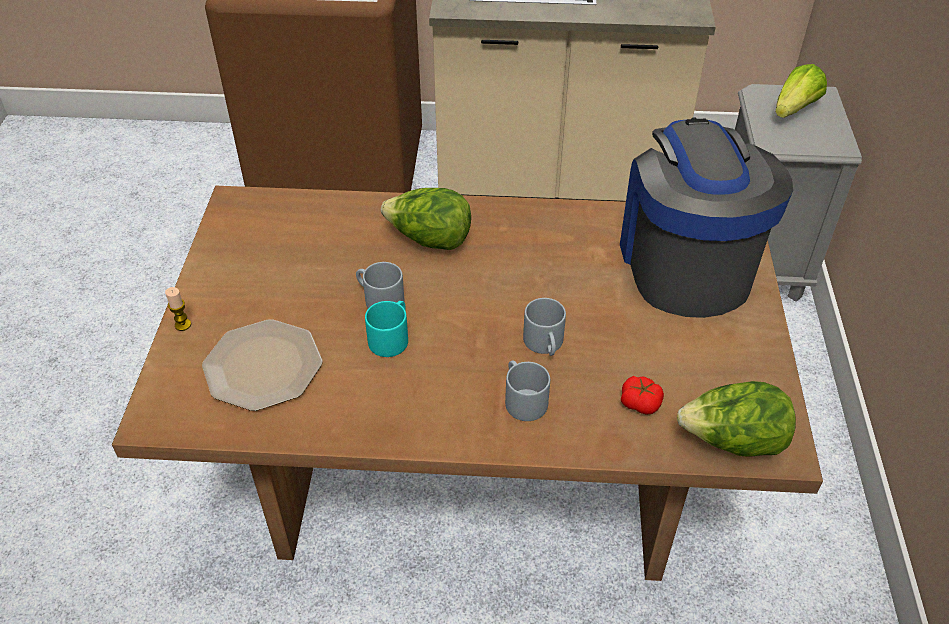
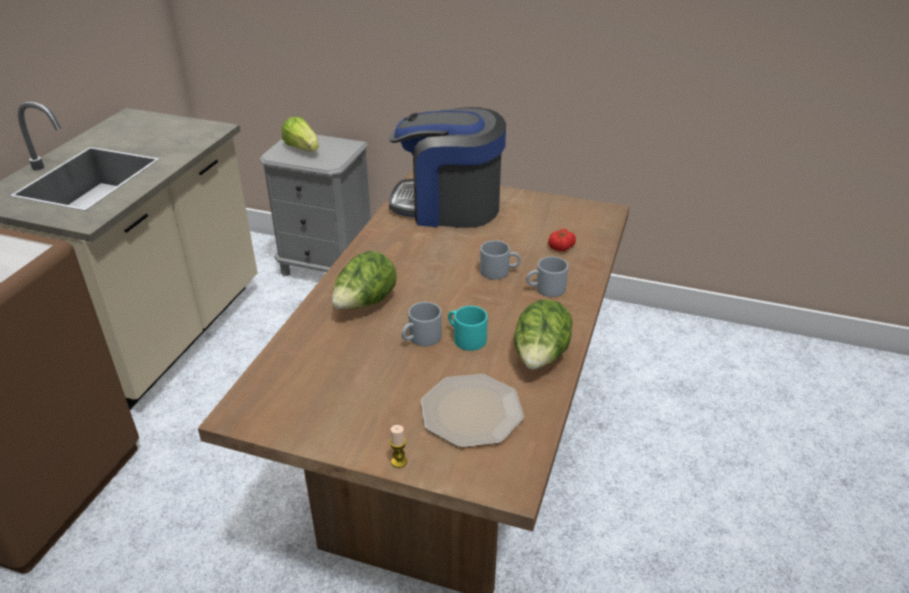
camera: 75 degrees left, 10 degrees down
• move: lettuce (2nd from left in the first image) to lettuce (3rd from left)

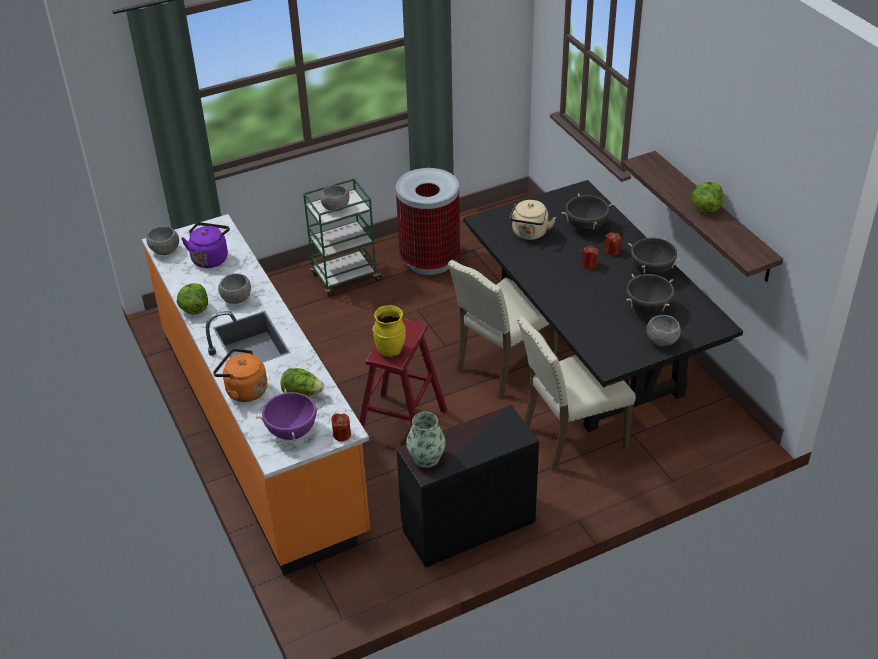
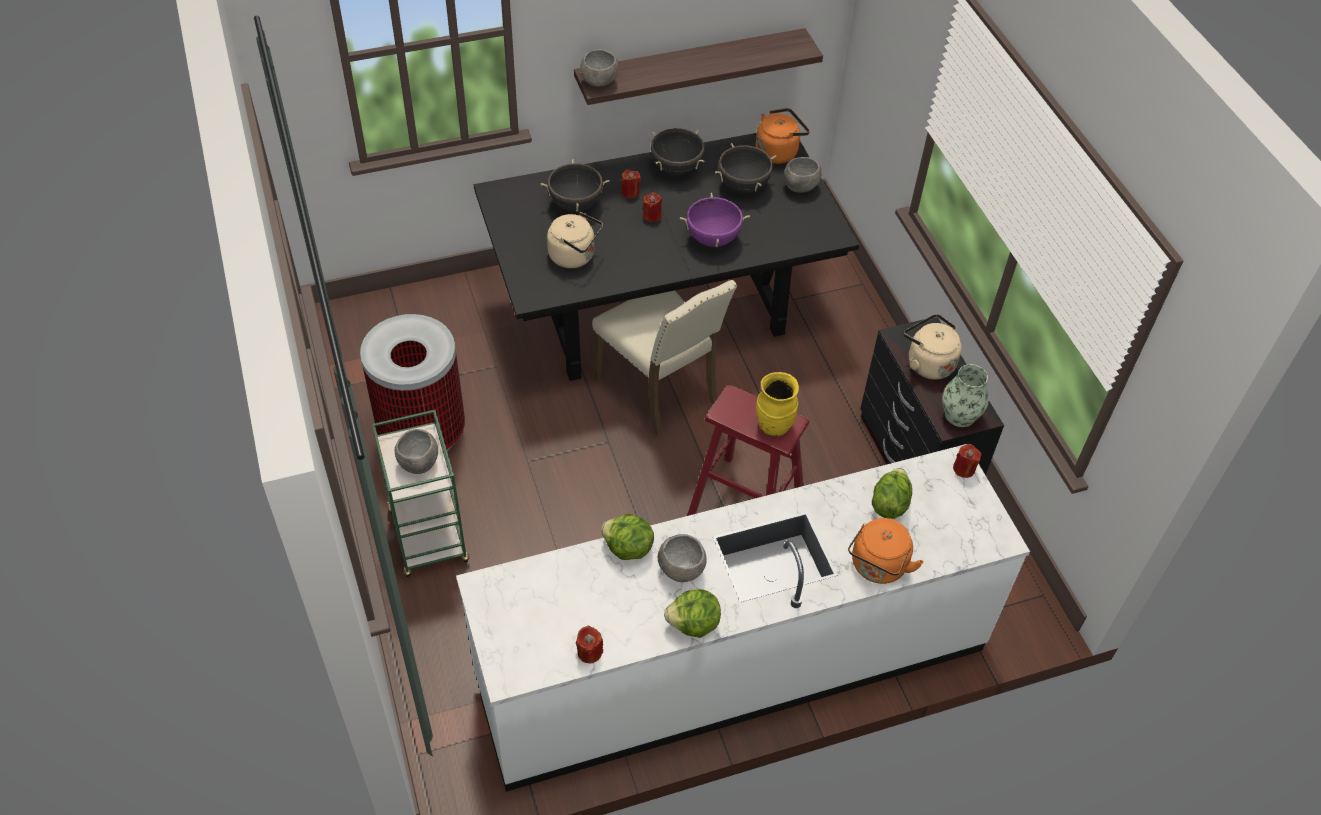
camera: 85 degrees left, 10 degrees up
• delete: purple kettle
• delete: beige chair (2nd from left)
• insert: red candle (1st from left)
• insert: orange kettle (1st from left)
• insert: beige kettle (2nd from left)
• move: grey bowl (1st from left in the first image) to grey bowl (2nd from left)
• move: purple cooking pot
• move: lettuce (3rd from left in the first image) to lettuce (1st from left)
• recolor: orange counter to white counter

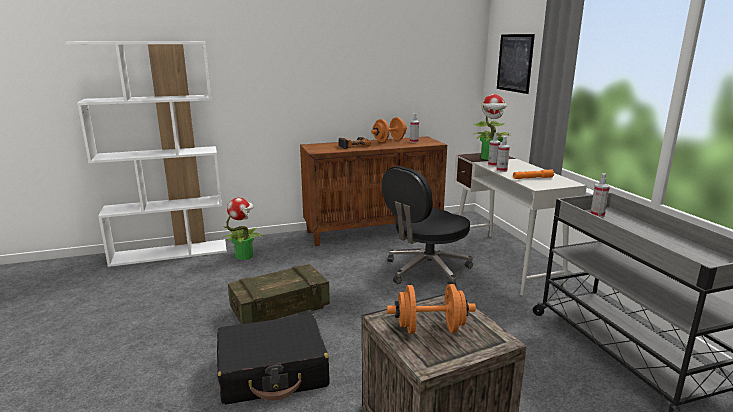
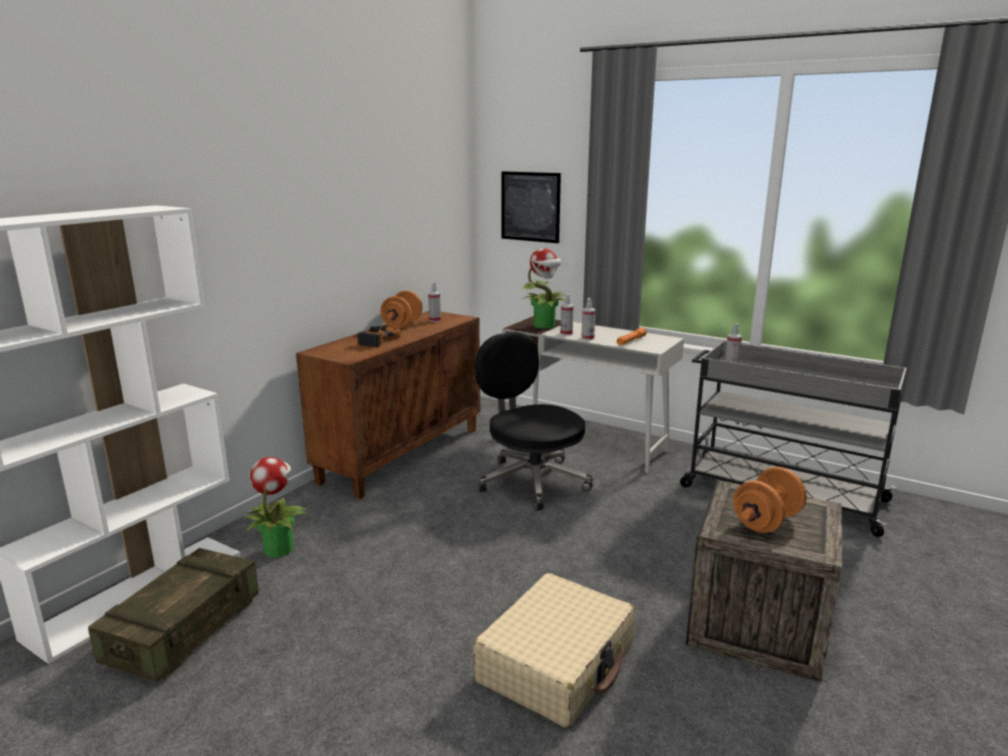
camera: 40 degrees left, 0 degrees up
• move: crate (1st from left)
• recolor: black suitcase to beige suitcase
• rotate: black office chair 135 degrees clockwise

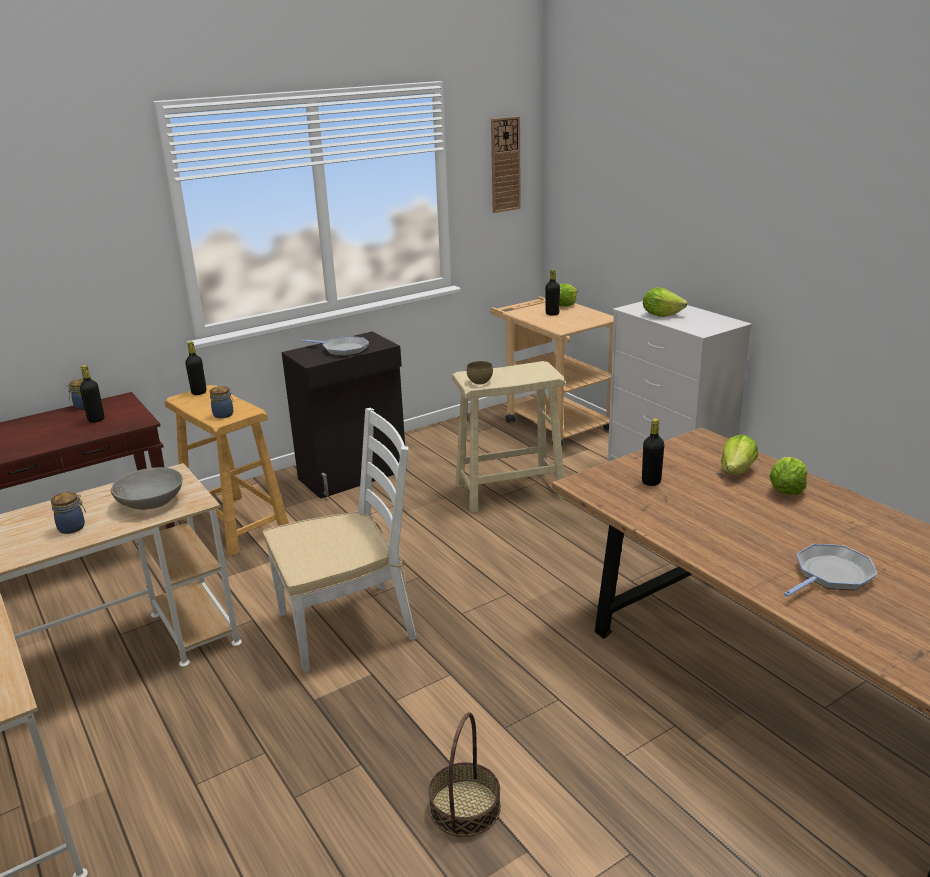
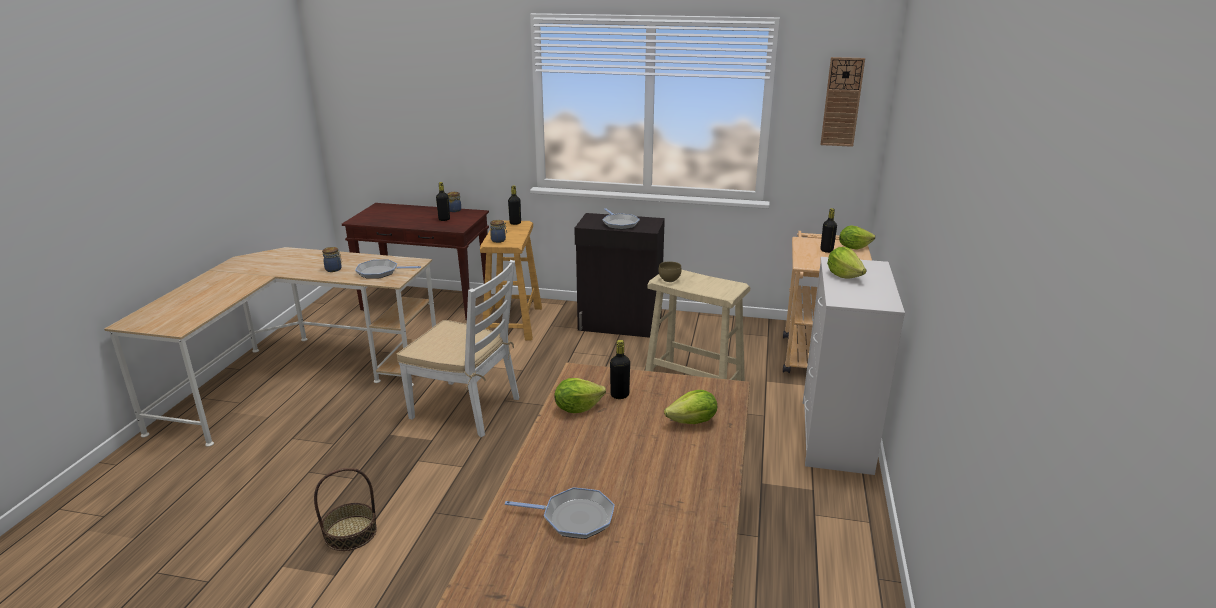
camera: 45 degrees right, 0 degrees up
• move: lettuce (4th from left in the first image) to lettuce (1st from left)
• replace: grey bowl to frying pan (1st from left)

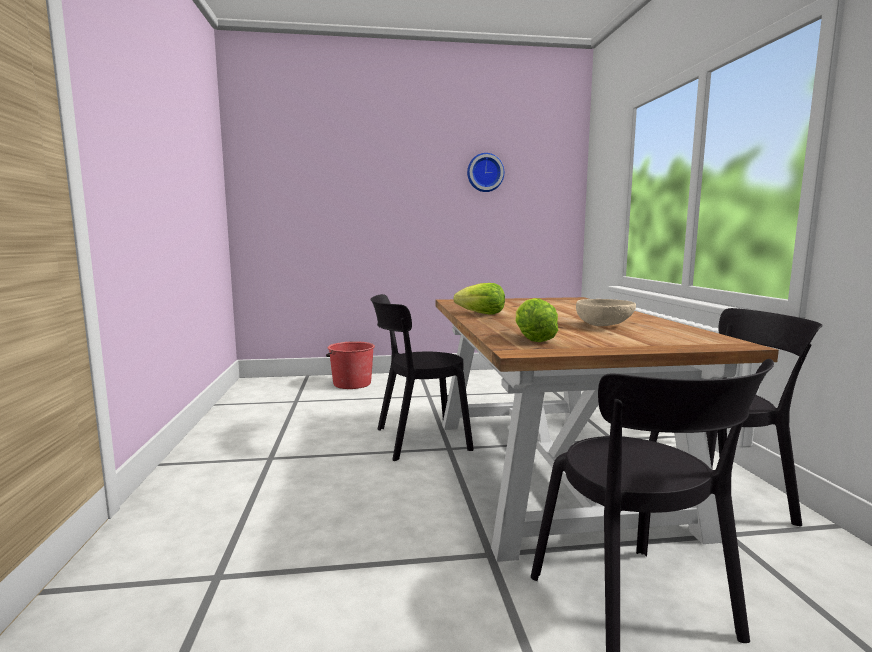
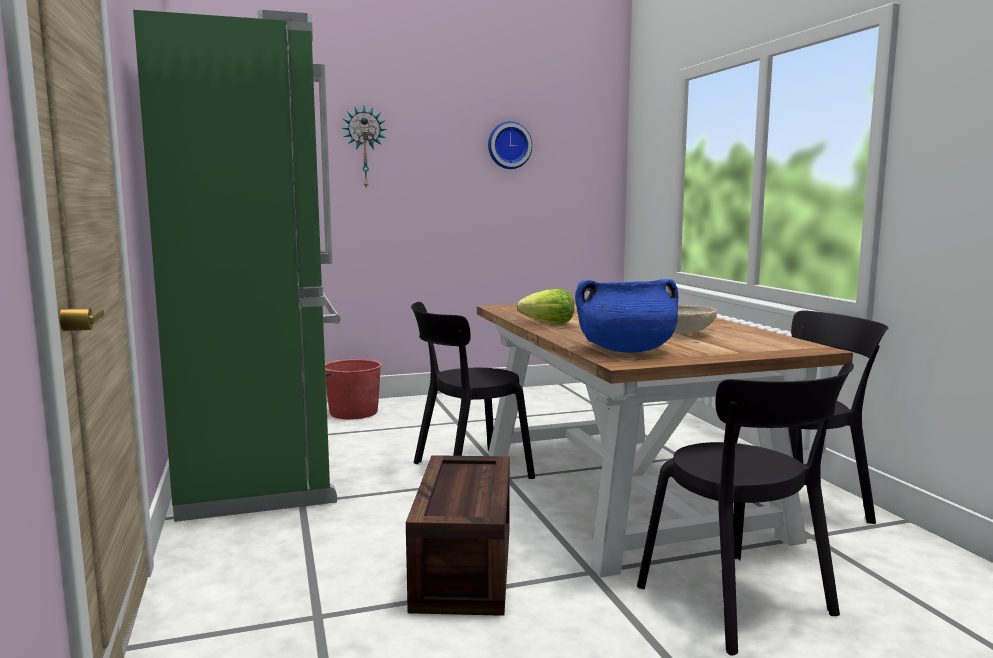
camera: 10 degrees left, 0 degrees up
• insert: green fridge
• insert: wall clock (1st from left)
• insert: crate
• replace: lettuce (2nd from left) to blue cooking pot

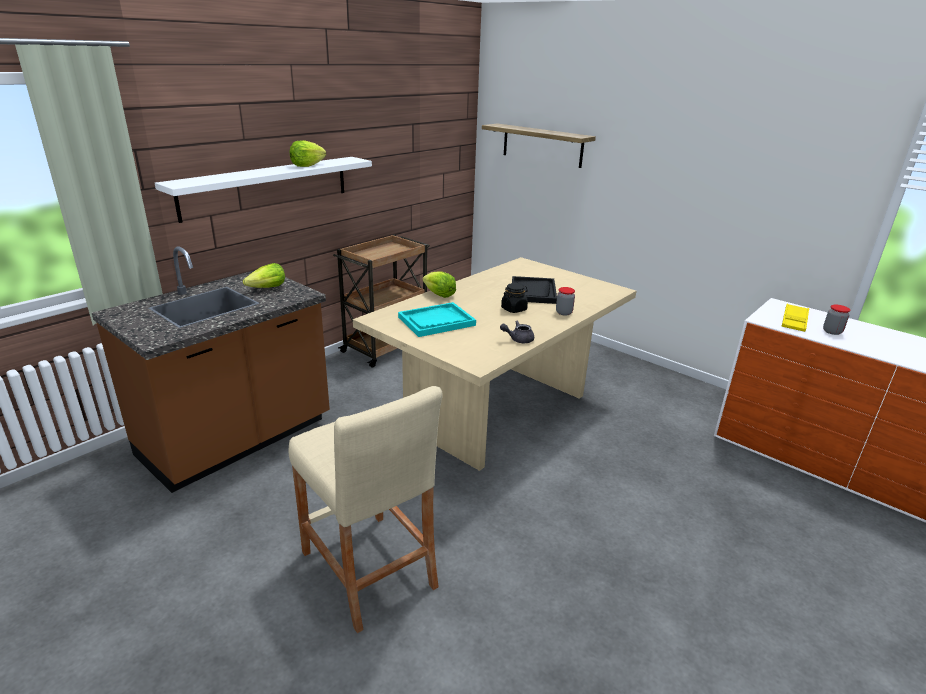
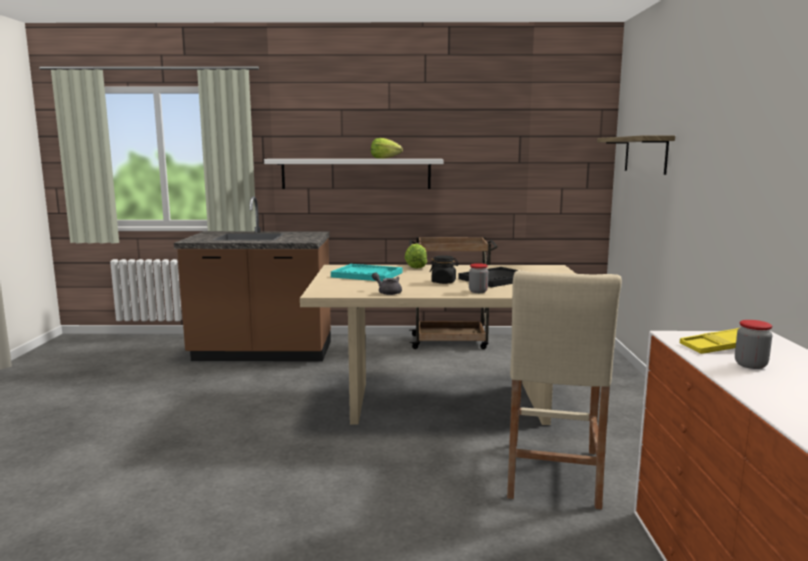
camera: 50 degrees right, 15 degrees down
• delete: lettuce (1st from left)
• move: beige stool

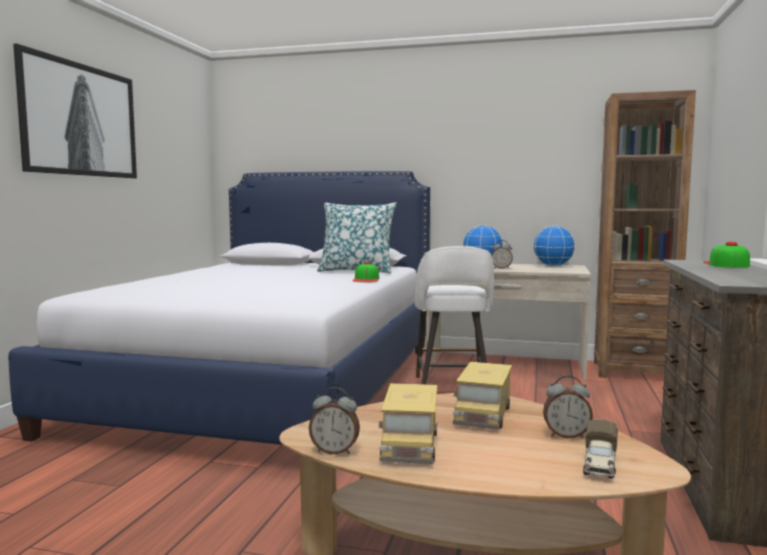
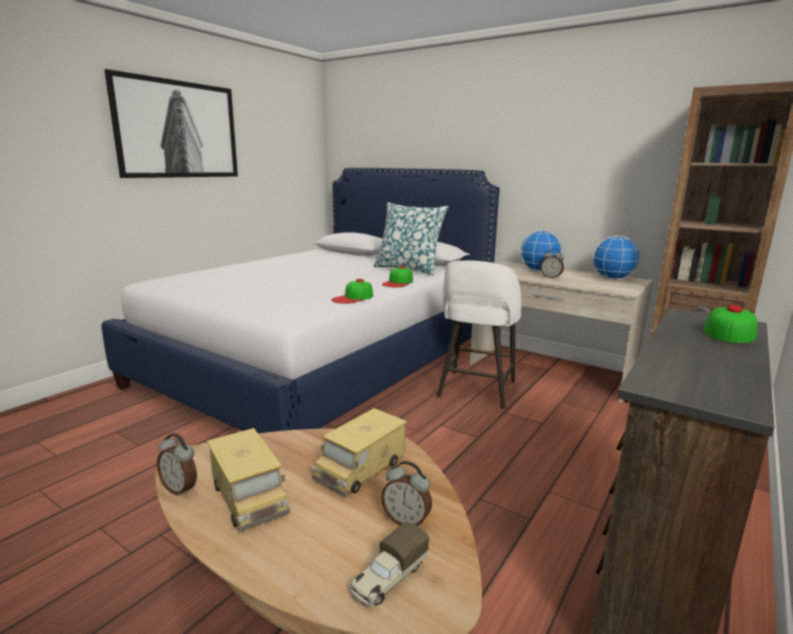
camera: 20 degrees right, 10 degrees up
• insert: cap (1st from left)
• rotate: toy truck (1st from left) 60 degrees counterclockwise

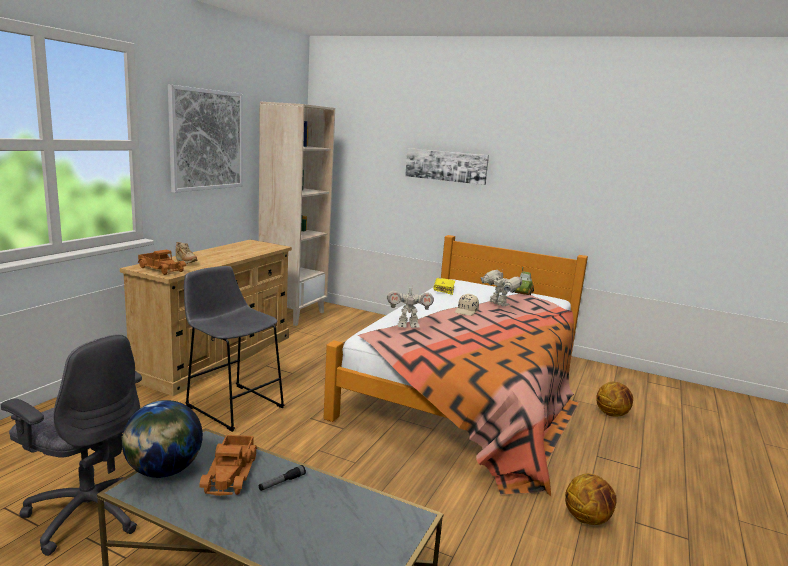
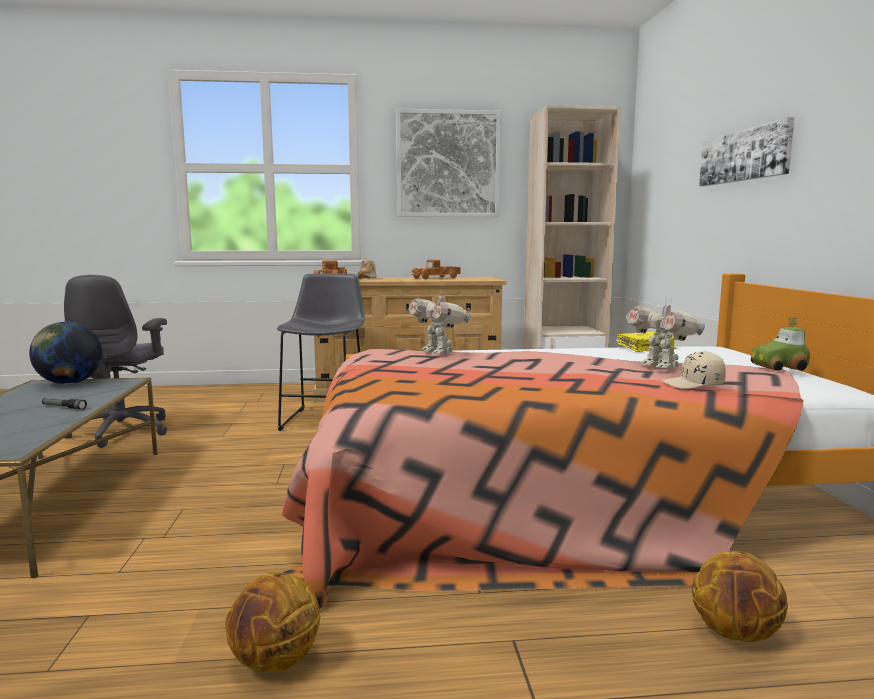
camera: 60 degrees right, 5 degrees down
• move: toy truck (2nd from left)
• move: beige cap
• rotate: toy robot (2nd from left) 135 degrees clockwise

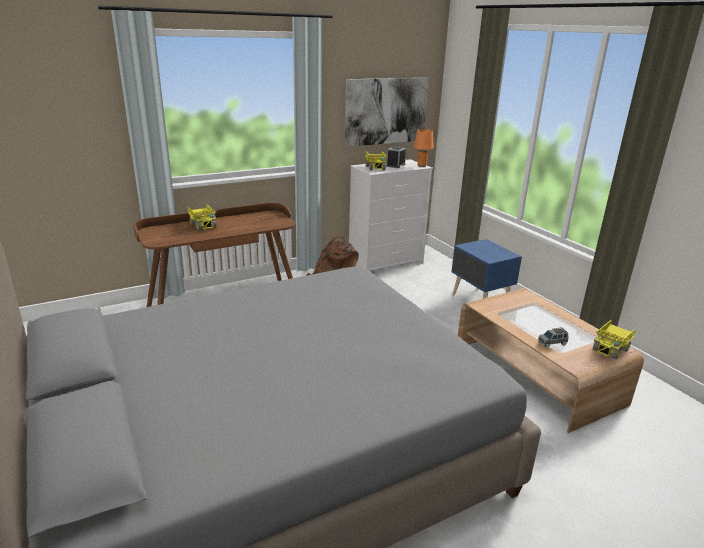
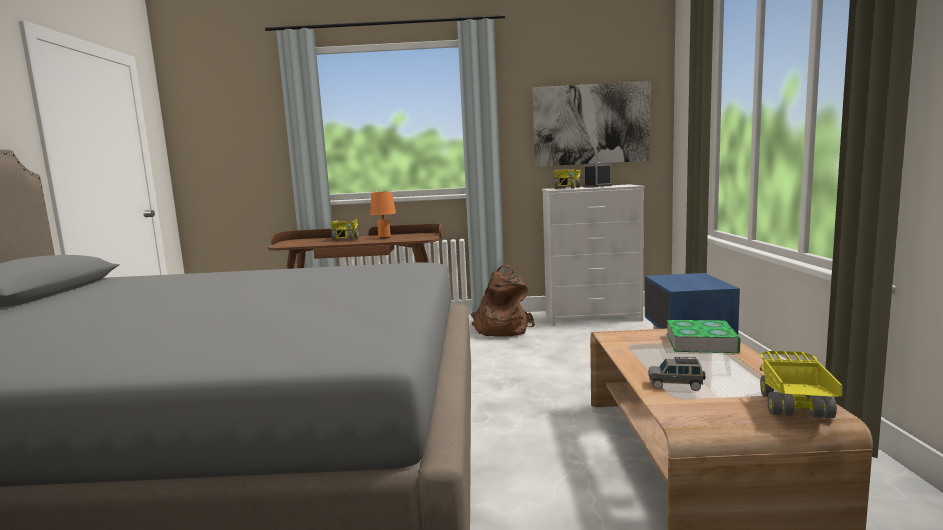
camera: 30 degrees right, 15 degrees down
• insert: book
• move: orange table lamp
• rotate: toy truck (3rd from left) 120 degrees clockwise

